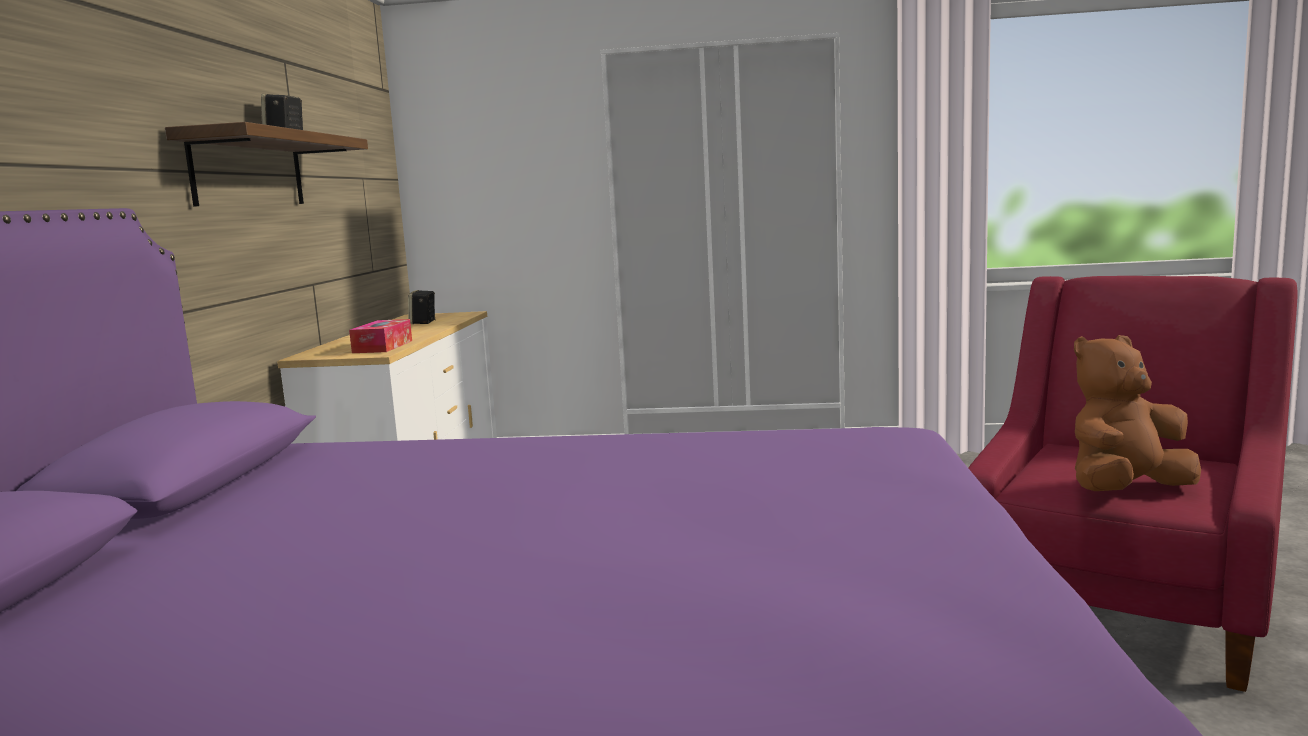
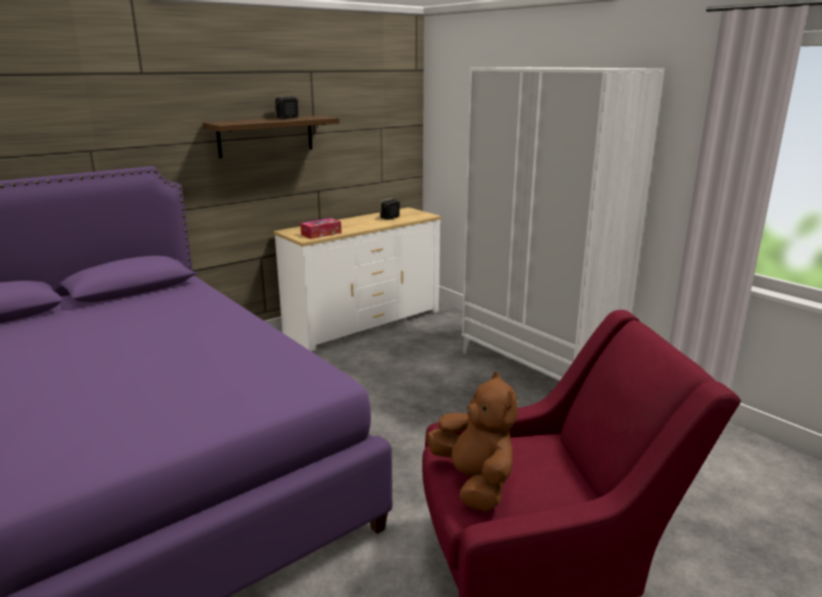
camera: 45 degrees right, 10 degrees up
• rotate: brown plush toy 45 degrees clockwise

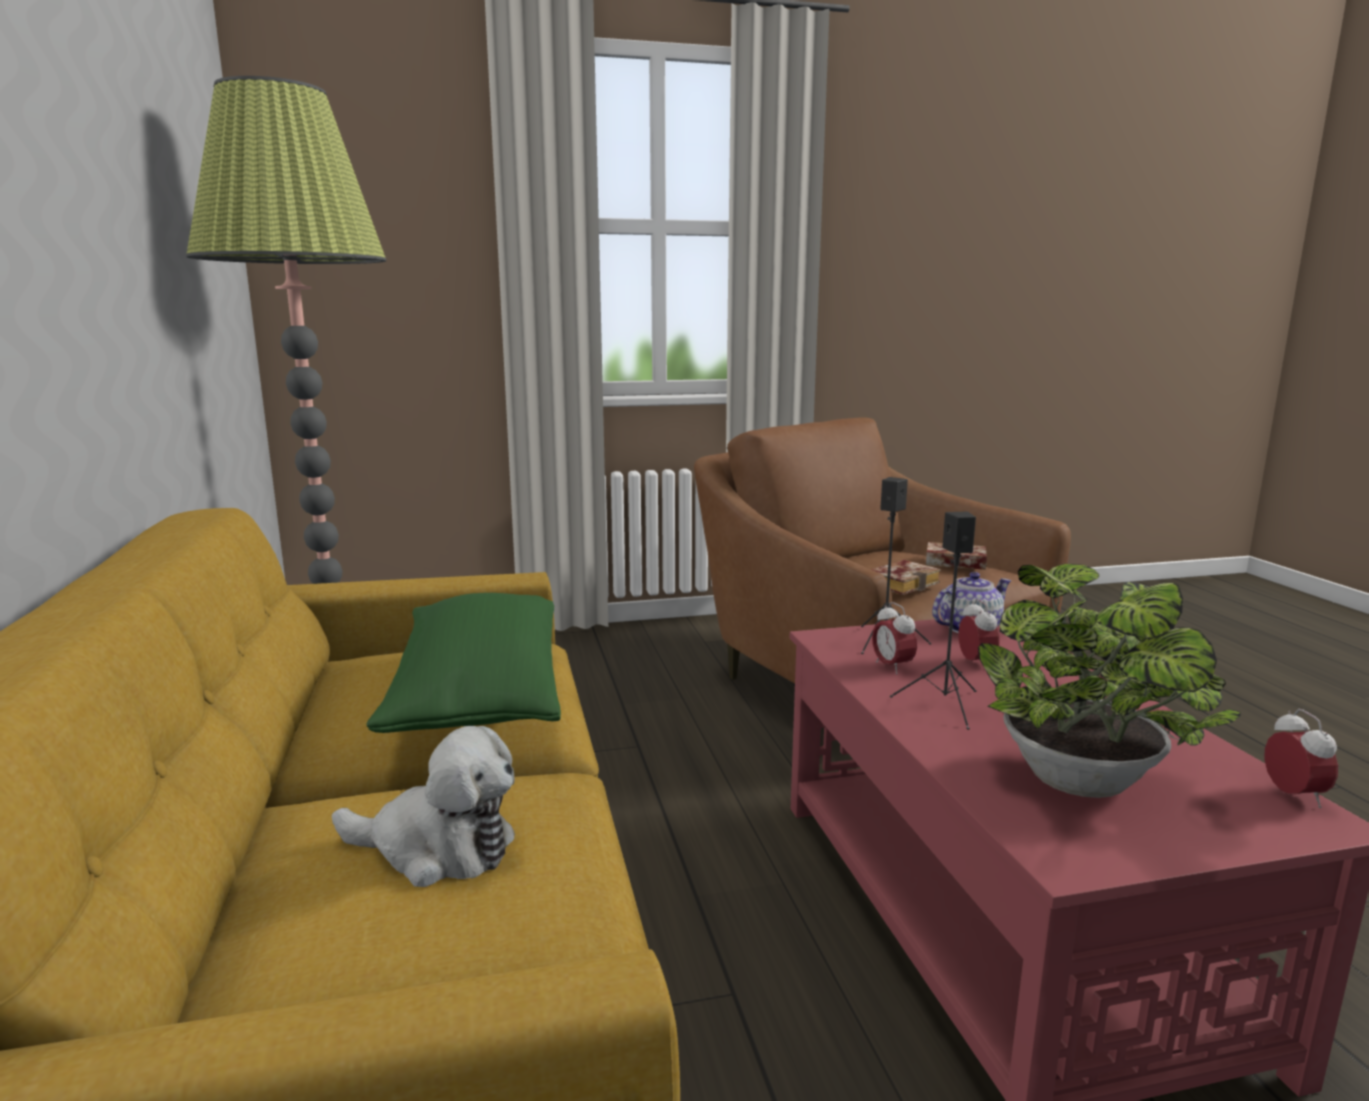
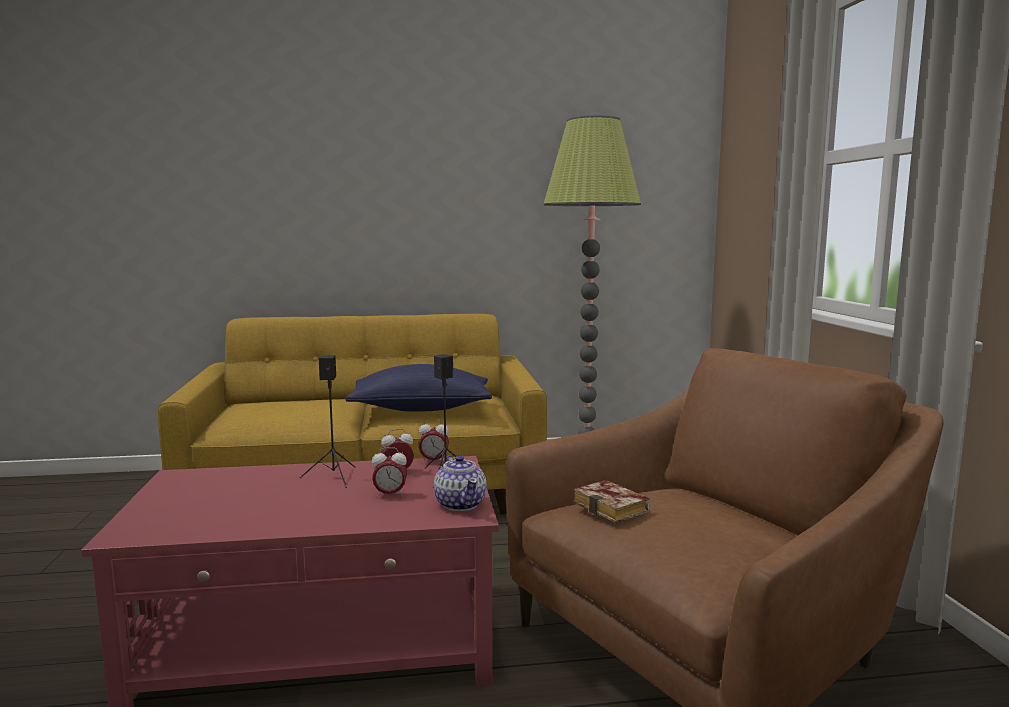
camera: 95 degrees right, 5 degrees down
• delete: plush toy
• delete: book (2nd from left)
• delete: potted plant
• move: alarm clock (3rd from left)
• recolor: green pillow to blue pillow

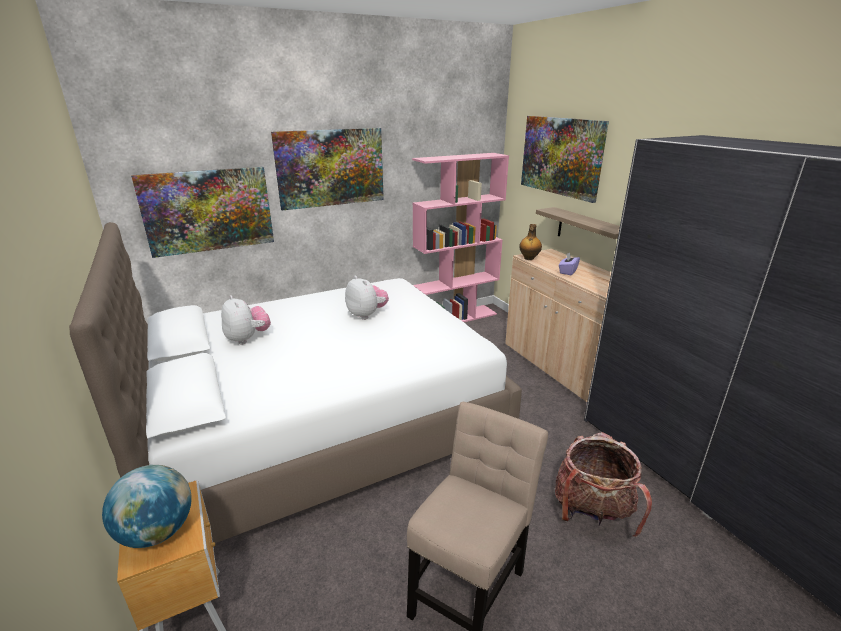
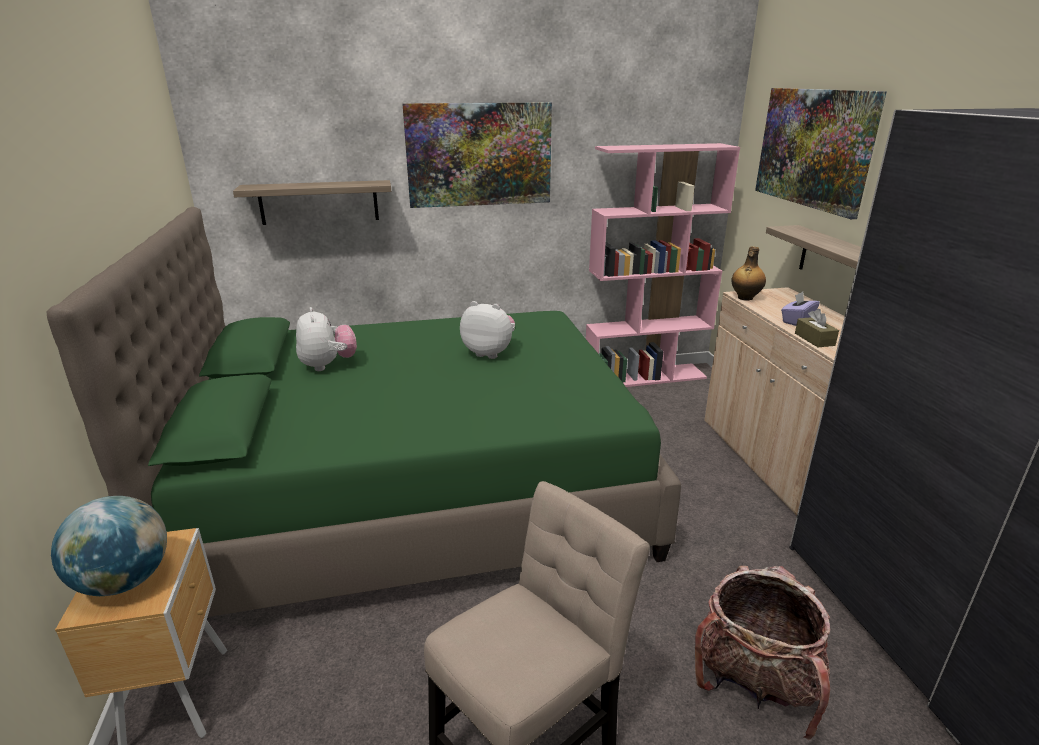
camera: 15 degrees right, 0 degrees up
• insert: brown tissue box
• replace: picture (1st from left) to shelf (1st from left)
• recolor: white bed to green bed
• rotate: plush toy (2nd from left) 45 degrees counterclockwise

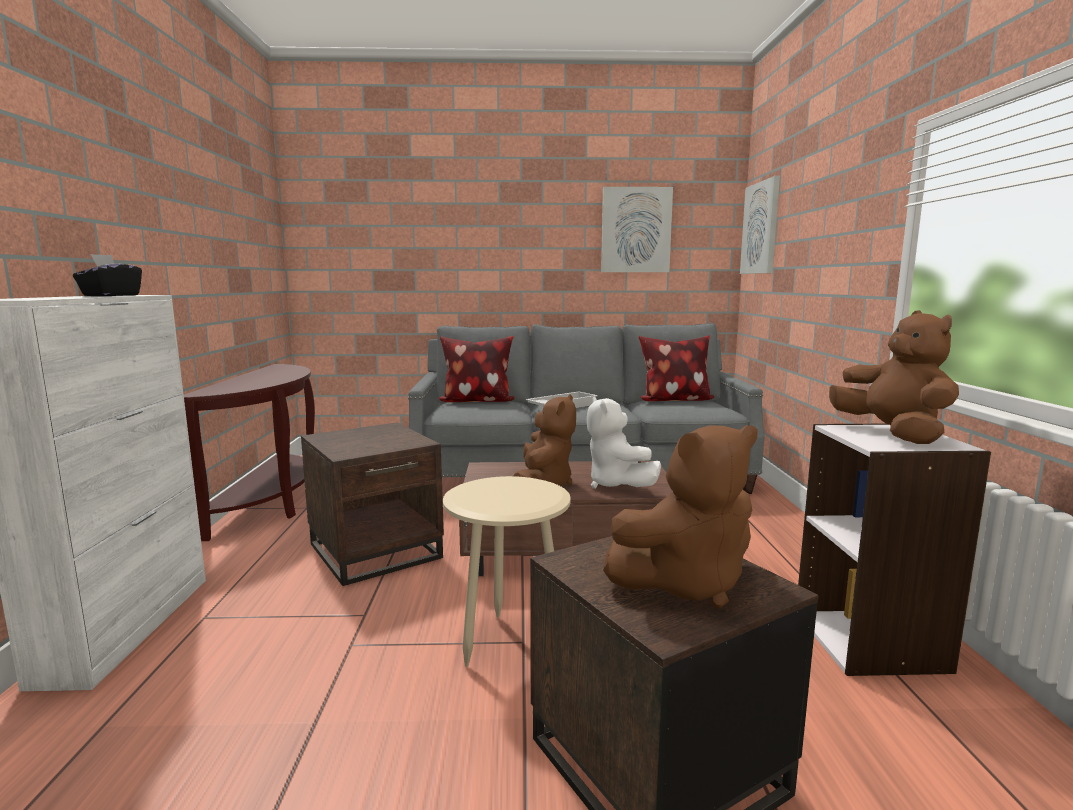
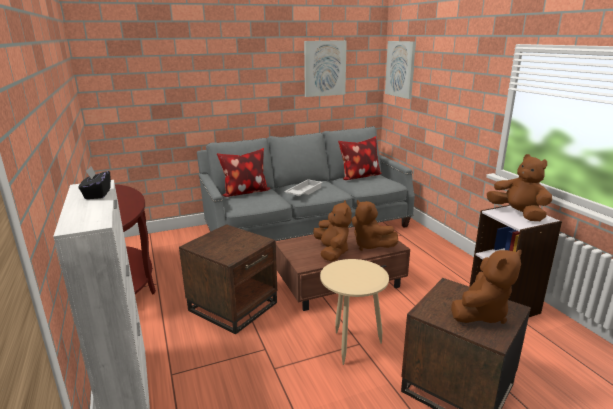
camera: 20 degrees left, 10 degrees up
• recolor: white plush toy to brown plush toy (2nd from left)

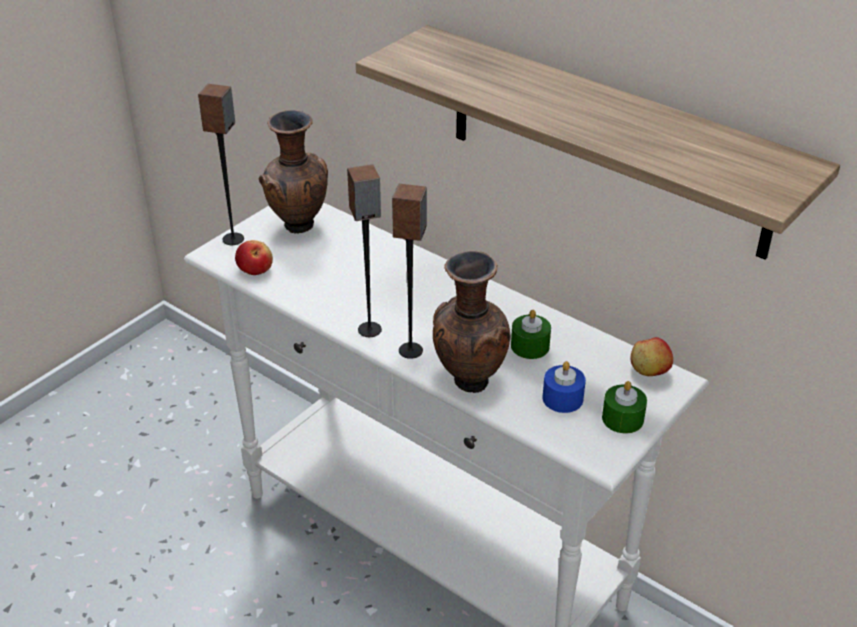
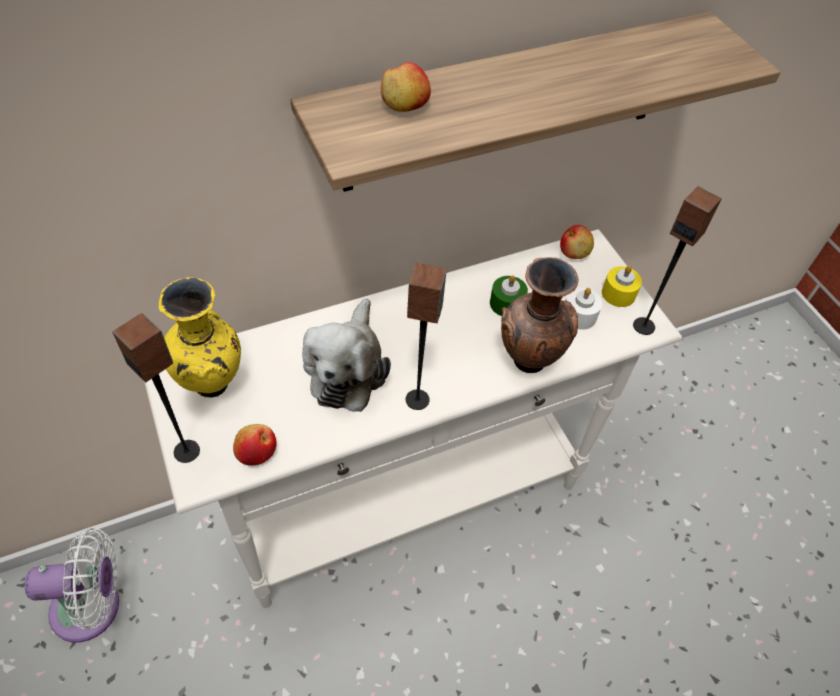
camera: 65 degrees left, 15 degrees up
• insert: white fan
• insert: plush toy
• insert: apple (2nd from left)
• move: speaker (3rd from left)
• recolor: brown vase (1st from left) to yellow vase
• recolor: blue candle to white candle
• recolor: green candle (2nd from left) to yellow candle

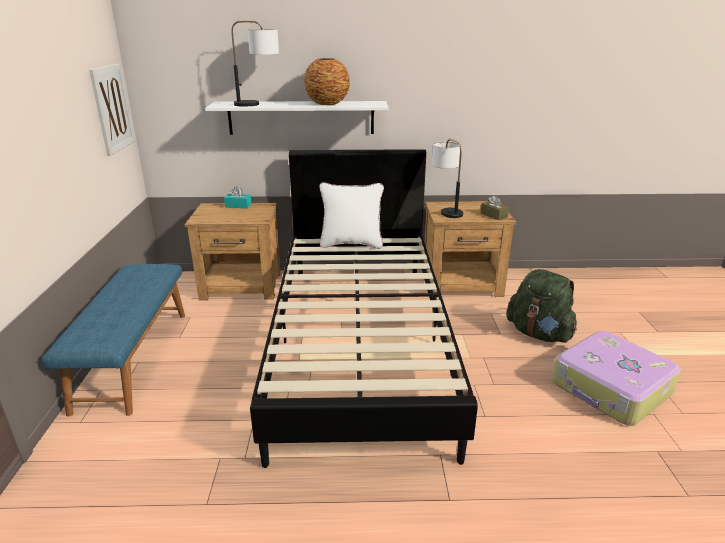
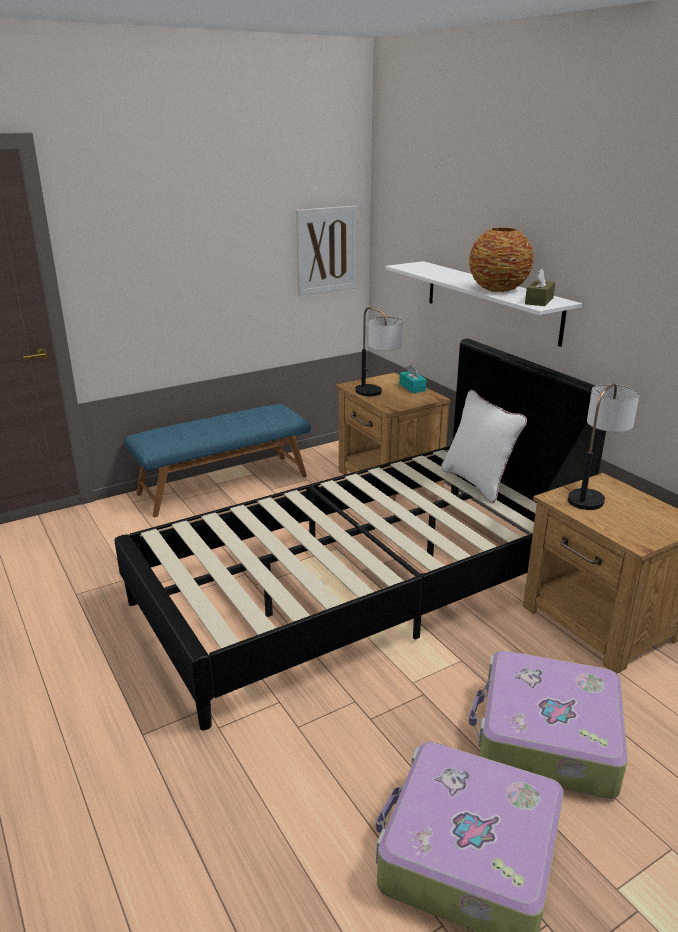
camera: 60 degrees right, 0 degrees up
• move: table lamp (1st from left)
• move: brown tissue box
• replace: green backpack to suitcase (2nd from left)

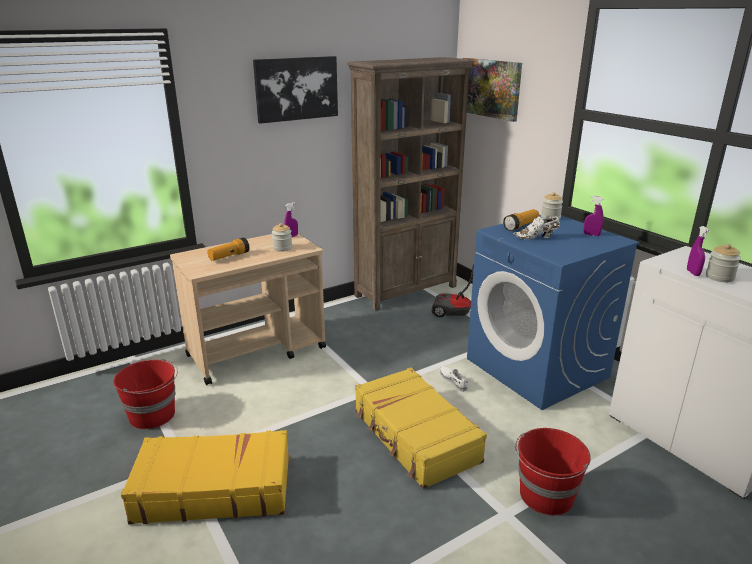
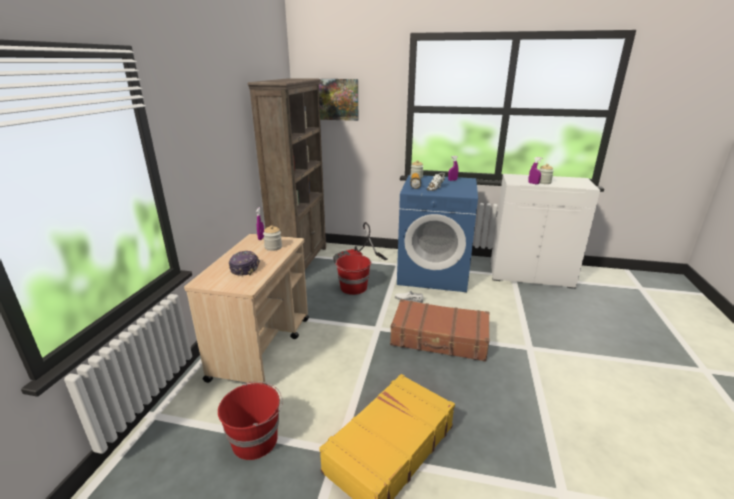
camera: 45 degrees left, 0 degrees up
• delete: picture (1st from left)
• move: red bucket (2nd from left)
• replace: flashlight (1st from left) to cap
• recolor: yellow suitcase (2nd from left) to brown suitcase

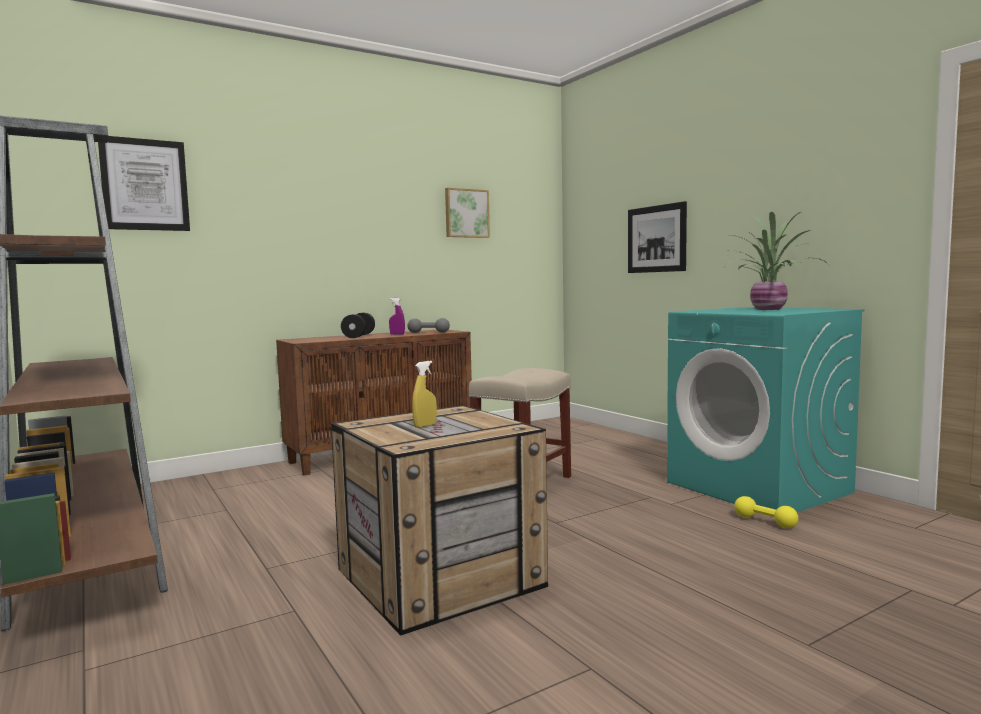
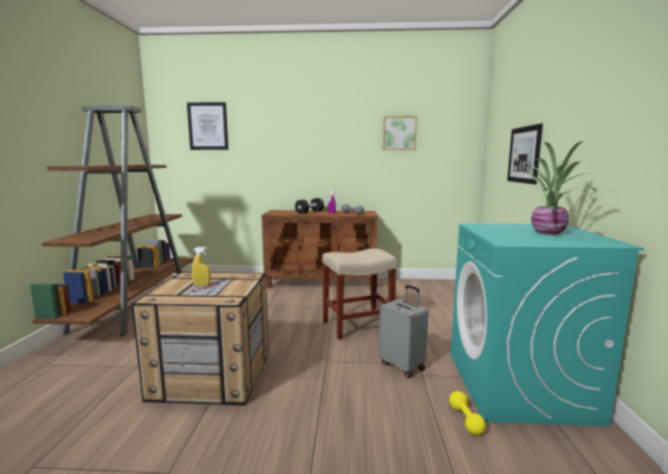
camera: 35 degrees right, 5 degrees up
• insert: grey suitcase

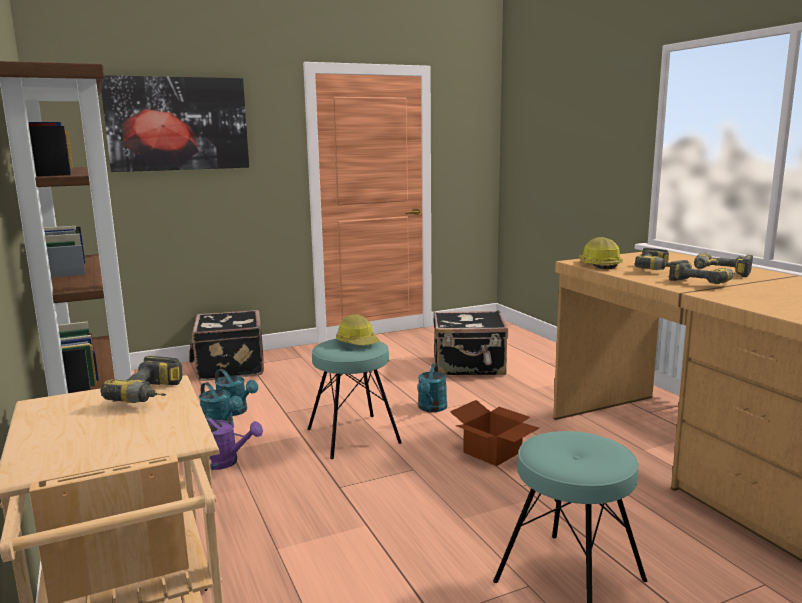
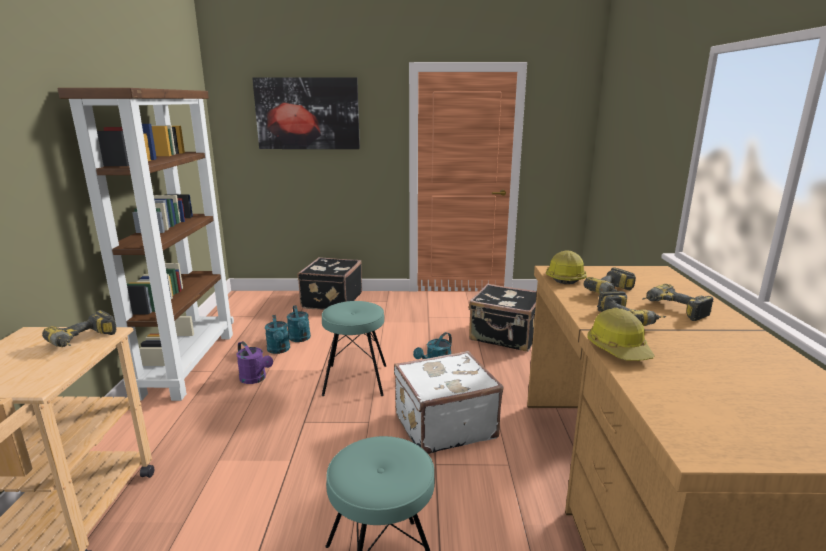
camera: 25 degrees right, 5 degrees up
• move: hard hat (1st from left in the first image) to hard hat (2nd from left)
• replace: cardboard box to white suitcase

